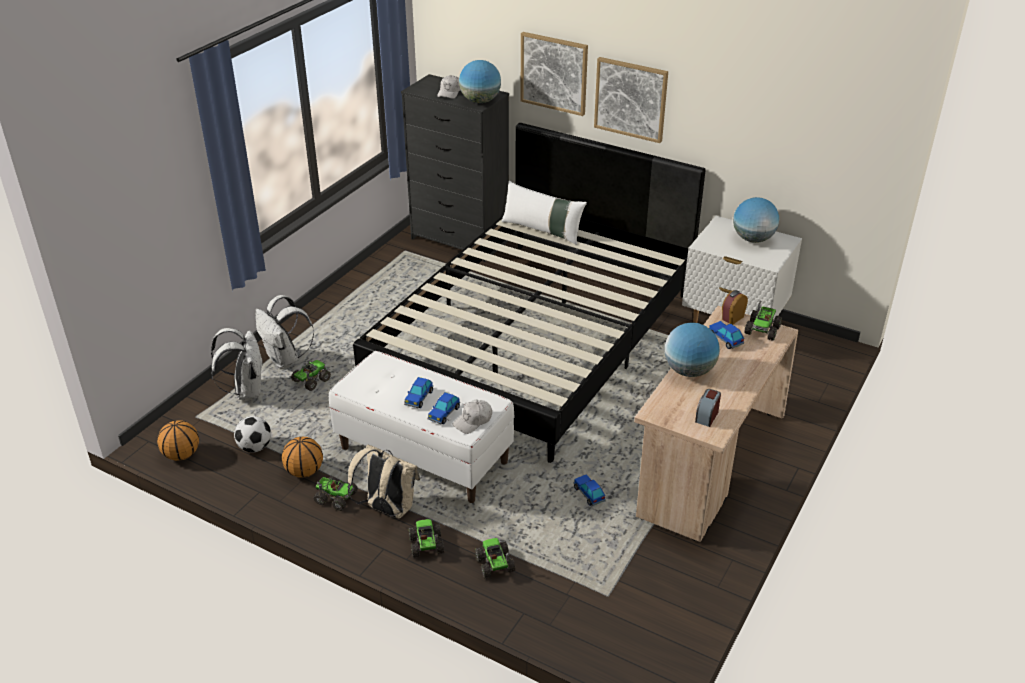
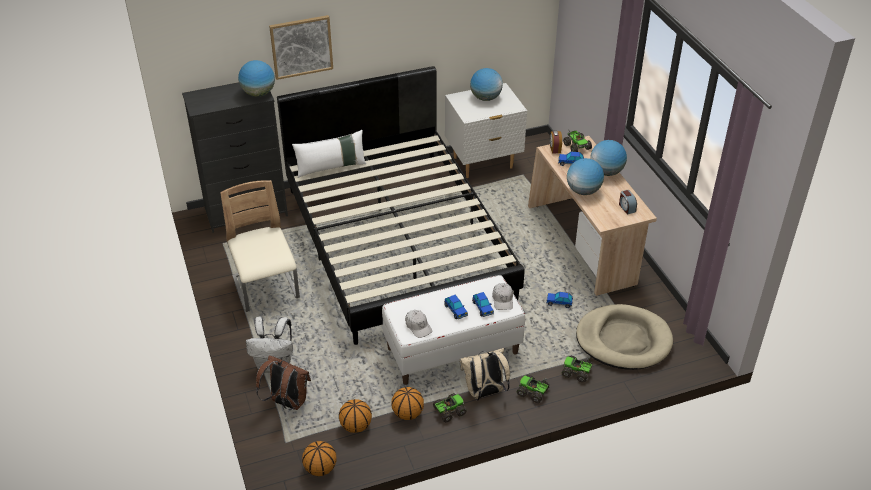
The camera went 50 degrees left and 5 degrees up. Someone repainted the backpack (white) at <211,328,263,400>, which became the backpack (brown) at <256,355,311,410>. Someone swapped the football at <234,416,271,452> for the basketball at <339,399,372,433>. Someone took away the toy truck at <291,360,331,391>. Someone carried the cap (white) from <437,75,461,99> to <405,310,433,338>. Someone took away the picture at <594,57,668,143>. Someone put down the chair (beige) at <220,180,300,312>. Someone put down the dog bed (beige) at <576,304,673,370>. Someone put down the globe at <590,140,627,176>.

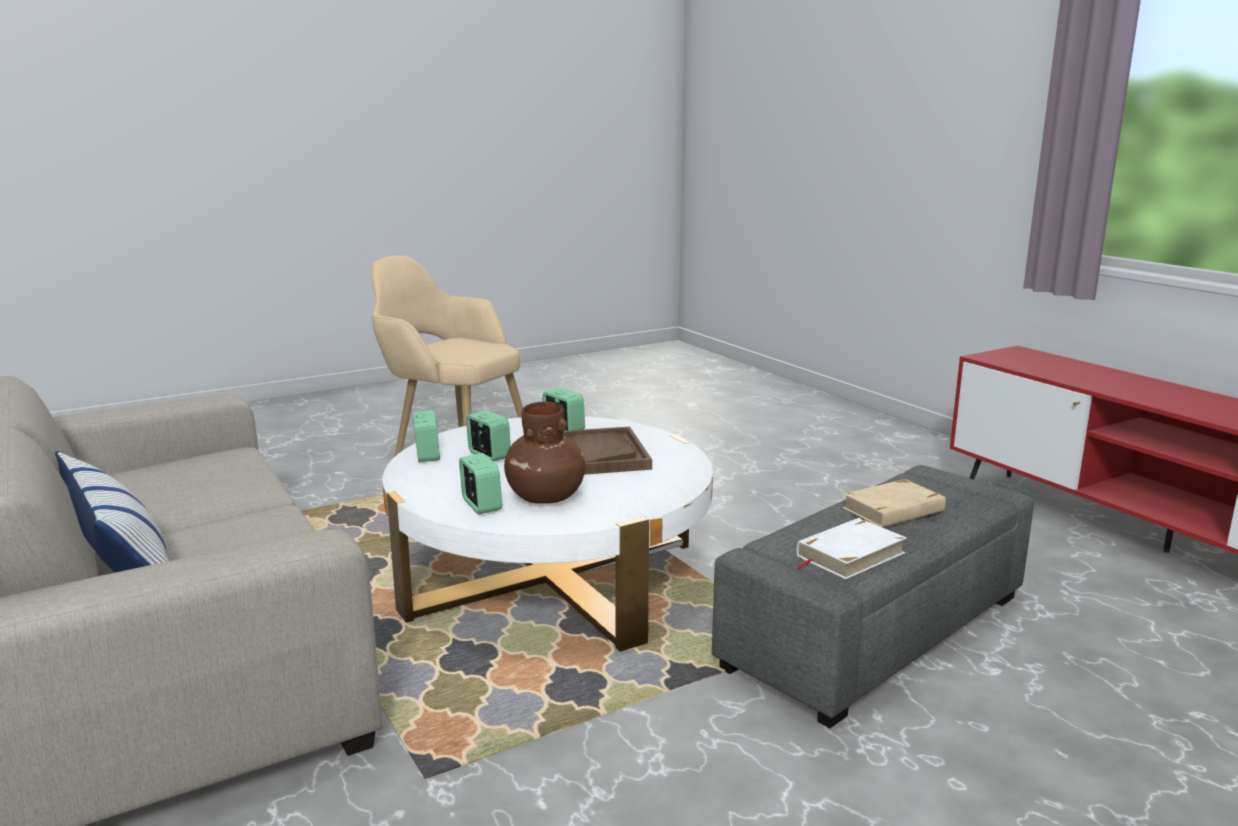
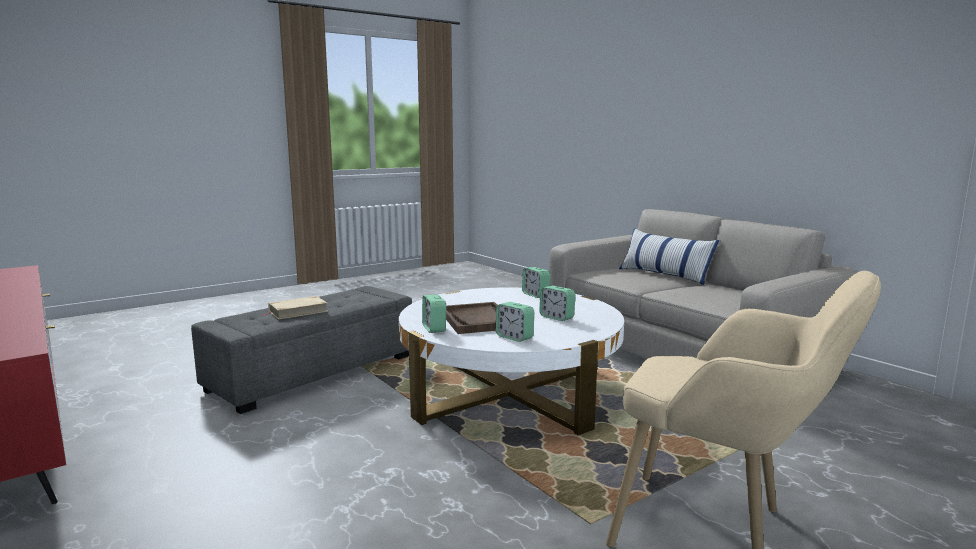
The camera went 175 degrees right and 5 degrees down. Someone carried the alarm clock from <413,410,440,462> to <422,295,446,333>. Someone took away the vase (brown) at <504,401,585,504>. Someone took away the book (white) at <796,518,907,579>.

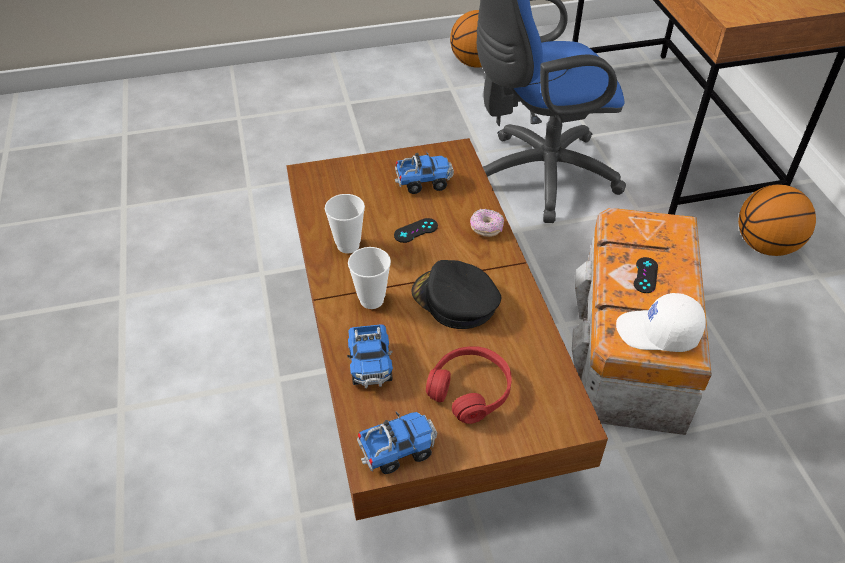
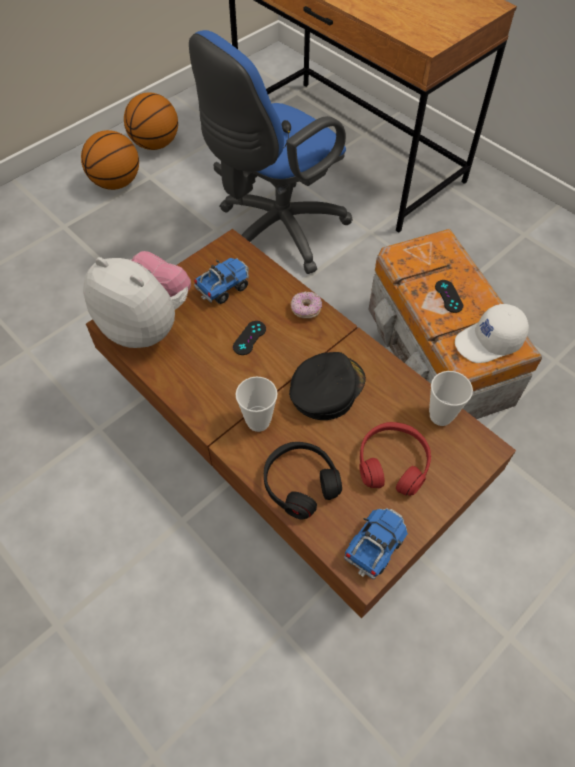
The camera went 30 degrees left and 10 degrees up. Someone carried the cup from <325,194,365,253> to <429,371,473,426>. Someone swapped the toy truck at <347,324,393,388> for the headphones (black) at <264,442,342,520>. Someone rotated the cap (black) at <411,260,501,329> by 120 degrees clockwise. Someone carried the basketball from <738,185,816,256> to <81,130,139,190>. Someone put down the plush toy at <83,251,191,348>.

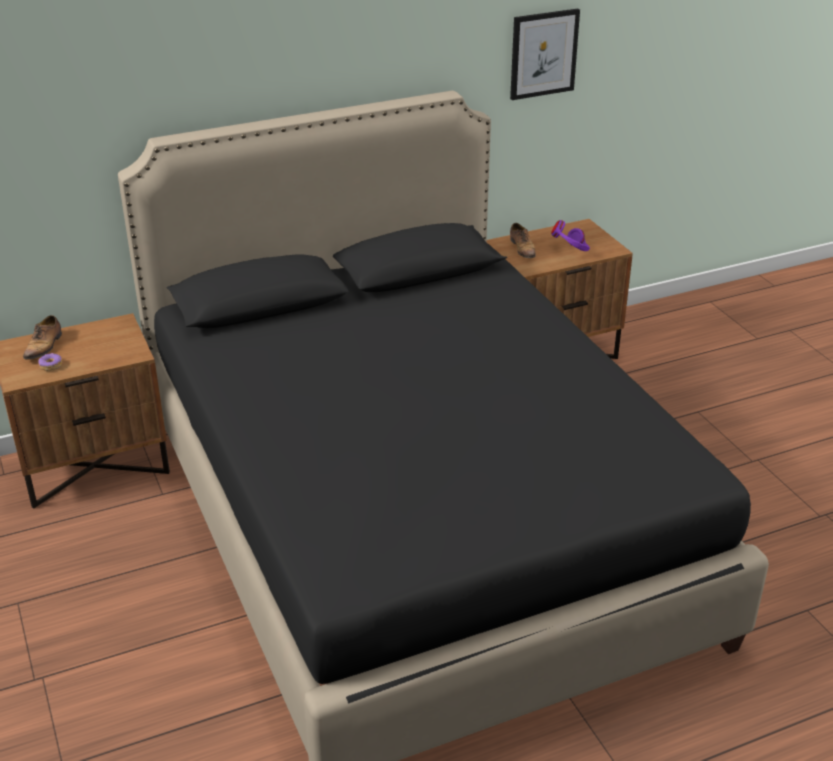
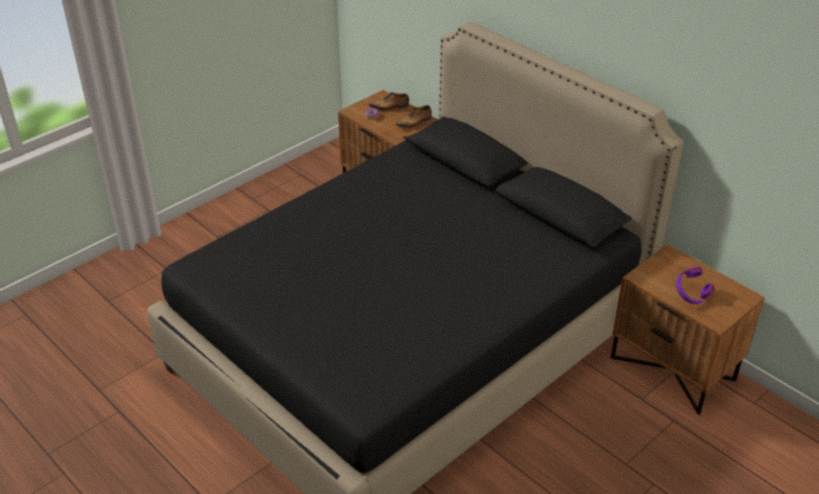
The camera went 70 degrees right and 5 degrees up. Someone took away the picture at <510,8,580,100>. Someone carried the shoe from <510,223,536,258> to <396,105,432,128>.

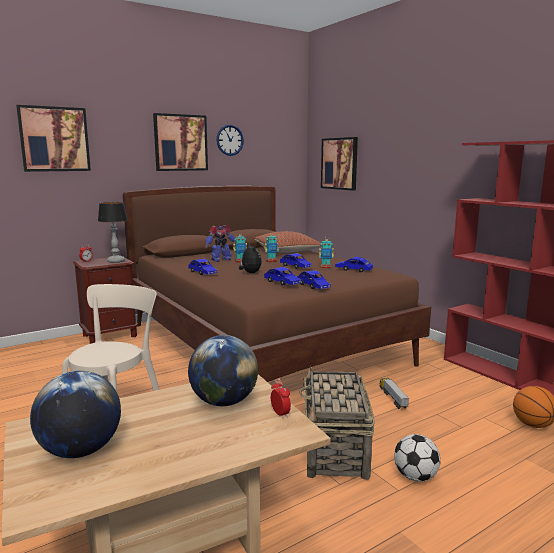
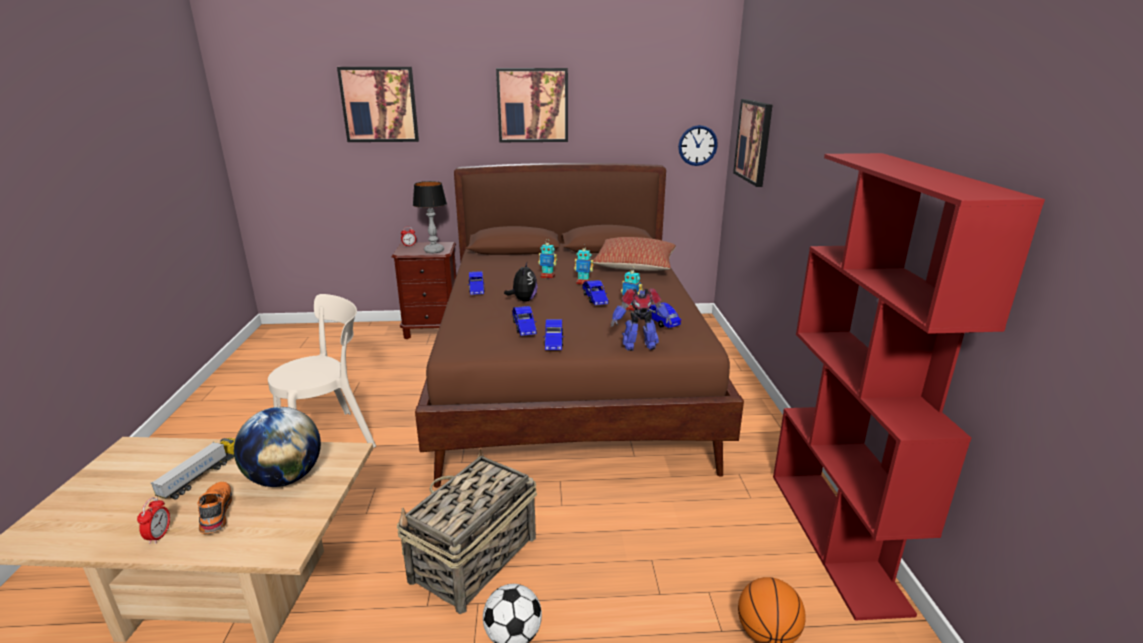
The camera went 30 degrees right and 10 degrees up. Someone took away the globe at <30,371,121,458>. Someone carried the toy robot from <205,225,236,262> to <611,288,672,351>. Someone carried the wall clock from <217,125,244,156> to <678,125,718,166>. Someone carried the alarm clock from <271,379,291,418> to <137,497,170,544>. Someone carried the toy truck from <379,378,409,409> to <151,438,235,500>. Someone put down the shoe (orange) at <197,482,232,534>.

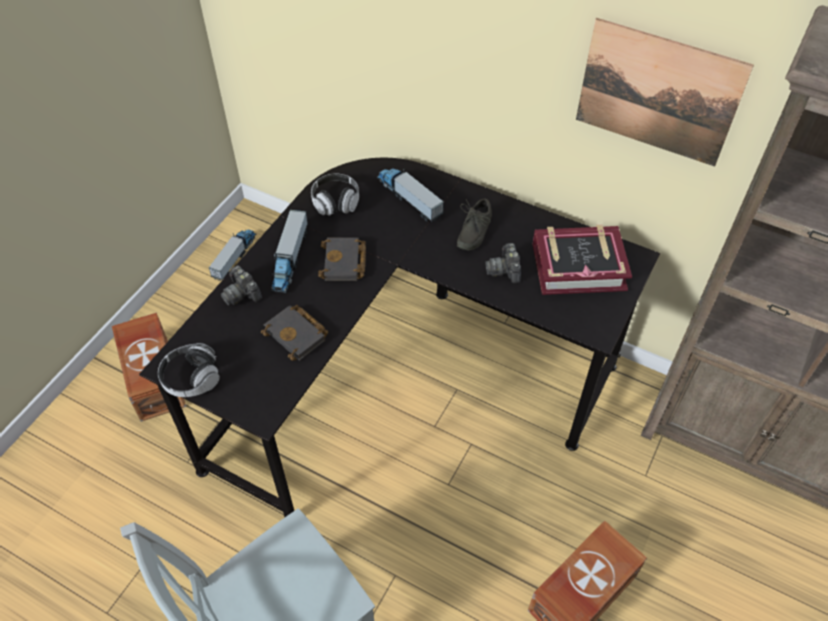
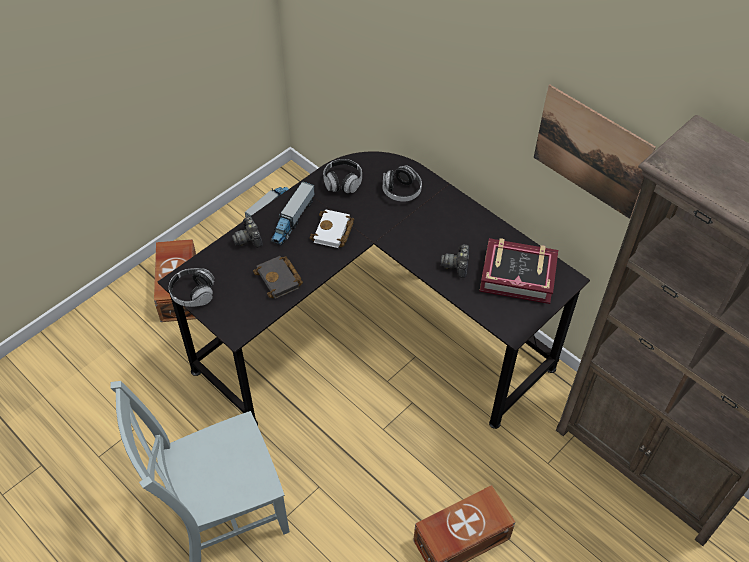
The camera went 15 degrees right and 0 degrees up. Someone repainted the book (black) at <318,237,366,281>, which became the book (white) at <309,209,354,248>. Someone swapped the toy truck at <377,168,444,222> for the headphones at <383,165,422,202>. Someone took away the shoe (grey) at <457,199,492,251>.

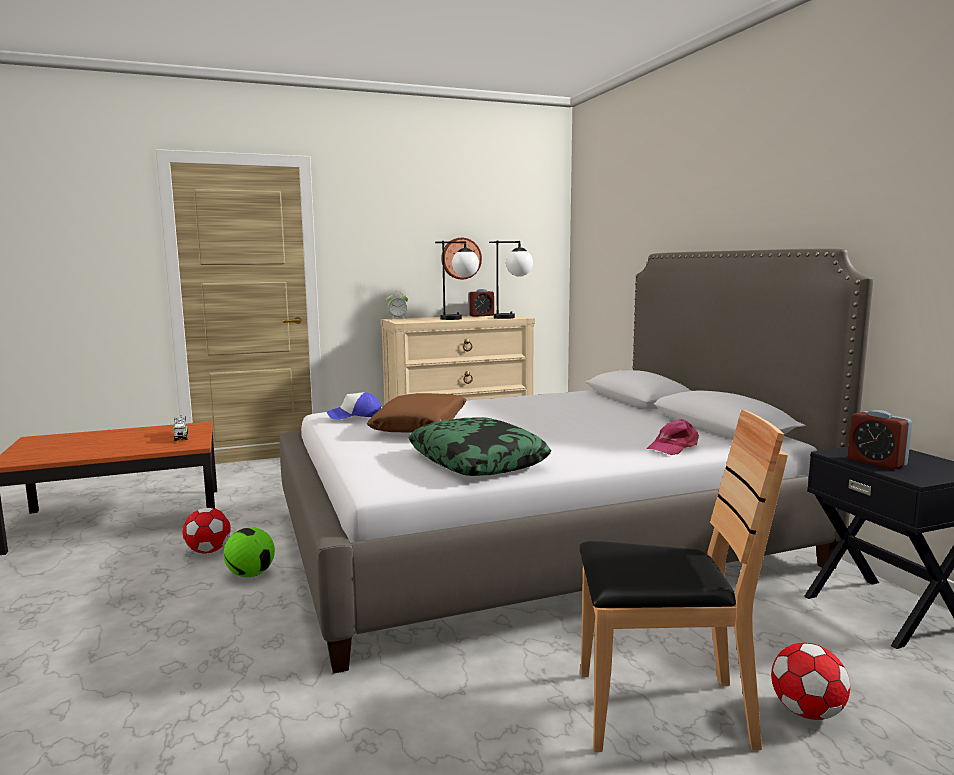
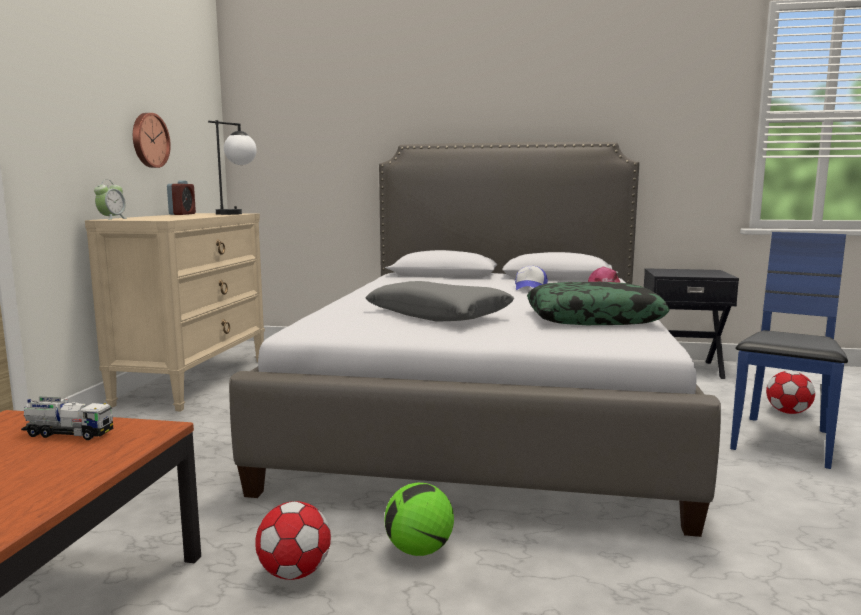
The camera went 60 degrees left and 0 degrees up. Someone carried the cap from <327,392,381,420> to <515,266,548,290>. Someone repainted the pillow (brown) at <367,393,467,432>, which became the pillow (grey) at <365,281,514,322>. Someone took away the table lamp at <435,241,479,320>. Someone repainted the chair (brown) at <579,409,788,752>, which became the chair (blue) at <730,232,848,469>. Someone took away the alarm clock at <848,410,912,469>.

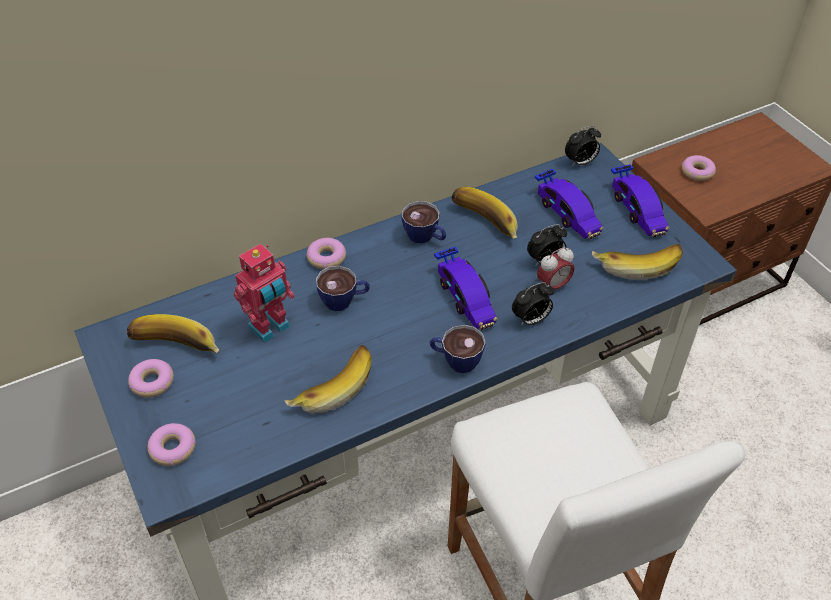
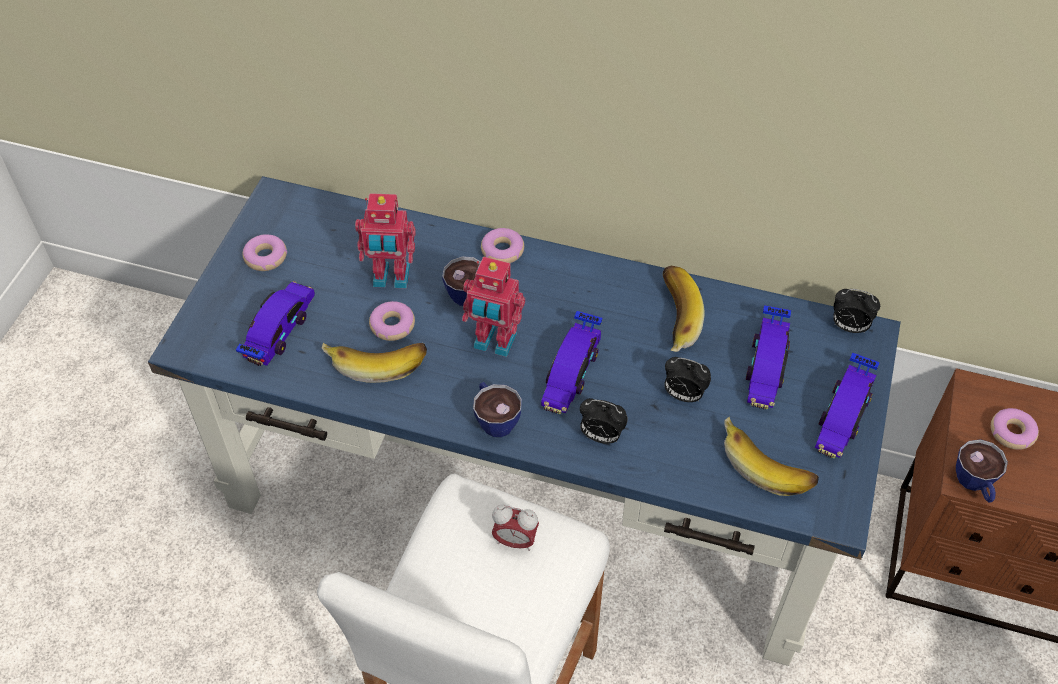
The camera went 45 degrees right and 5 degrees up. Someone took away the banana at <127,314,219,353>. Someone carried the donut from <148,423,196,466> to <369,301,415,341>. Someone carried the cup from <401,201,446,244> to <956,439,1008,503>. Someone carried the alarm clock from <537,247,575,290> to <492,504,539,551>. Someone put down the toy car at <236,281,315,366>. Someone put down the toy robot at <462,257,525,357>.

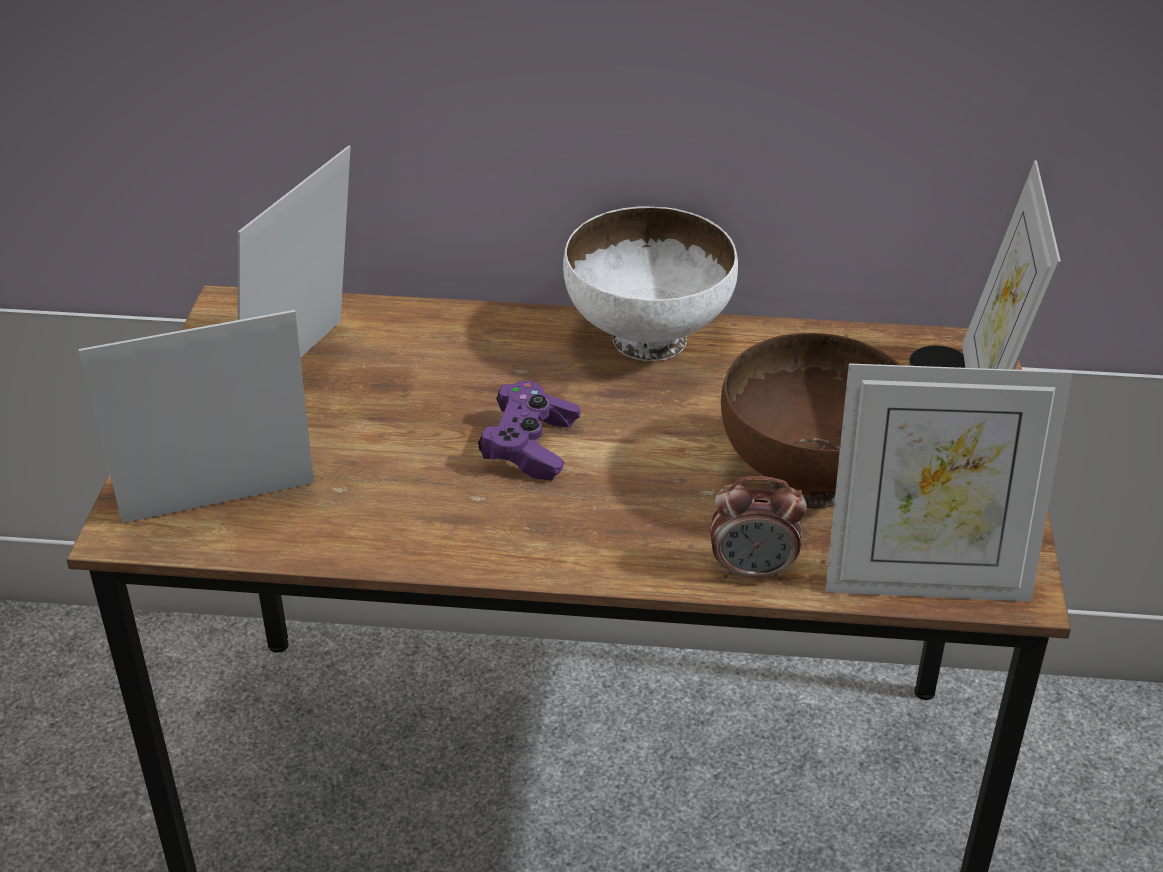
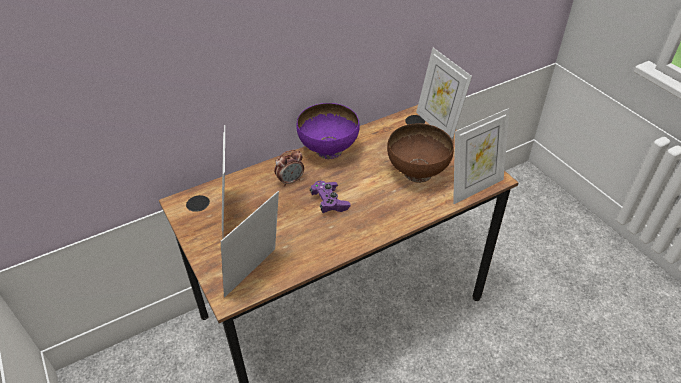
The camera went 35 degrees left and 5 degrees up. Someone repainted the bowl (white) at <563,206,738,361>, which became the bowl (purple) at <296,103,360,159>. Someone carried the alarm clock from <711,476,807,581> to <274,149,304,187>.

